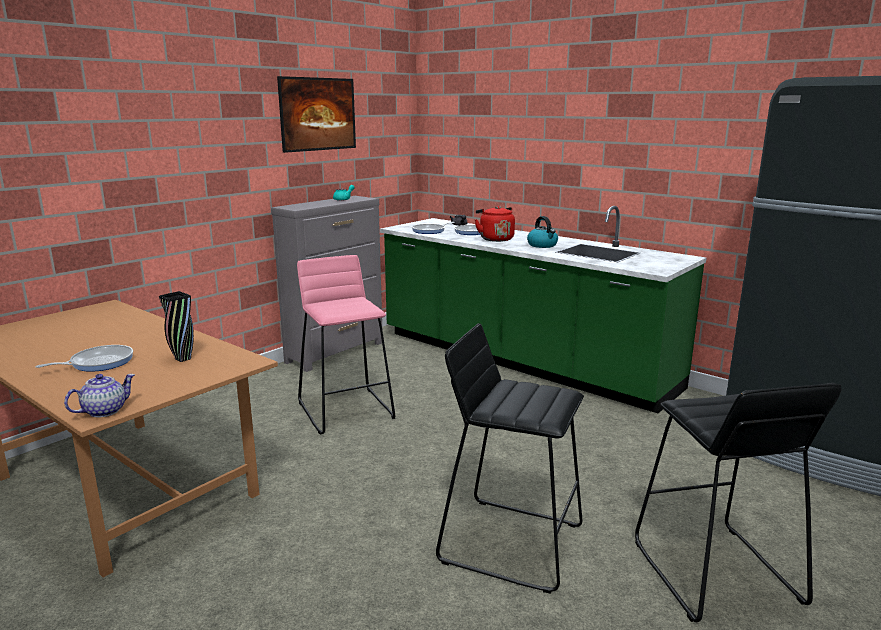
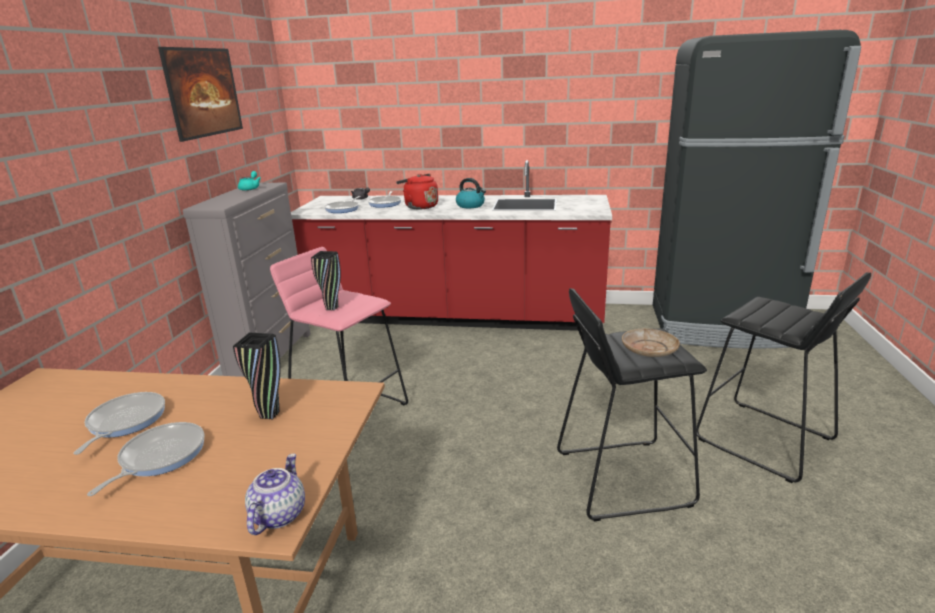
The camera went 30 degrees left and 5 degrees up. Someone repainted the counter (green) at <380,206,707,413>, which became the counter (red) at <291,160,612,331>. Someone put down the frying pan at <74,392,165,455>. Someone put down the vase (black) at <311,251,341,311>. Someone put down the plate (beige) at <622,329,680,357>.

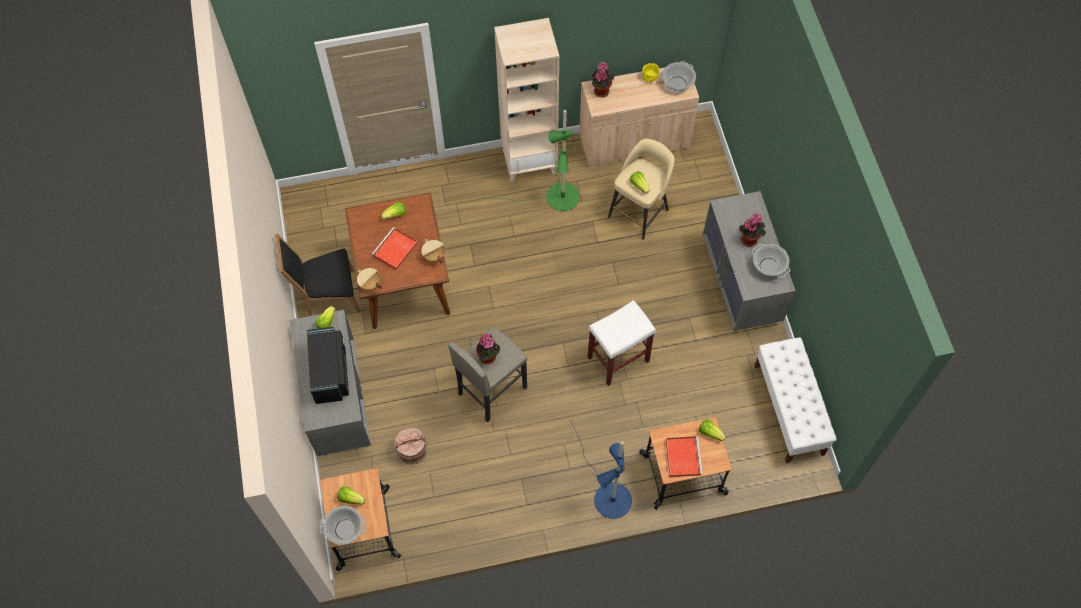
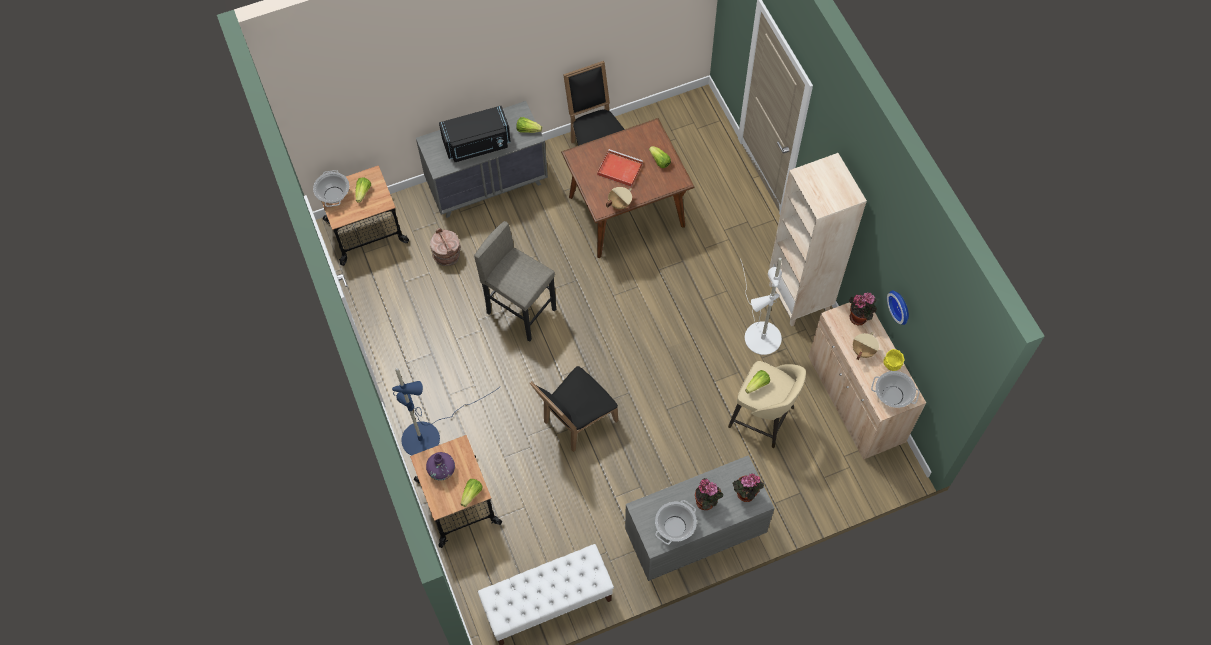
The camera went 80 degrees right and 0 degrees up. Someone carried the cooking pot (beige) from <357,268,382,291> to <853,332,879,360>. Someone carried the potted plant from <476,334,500,364> to <732,474,764,502>. Someone repainted the floor lamp (green) at <479,110,580,211>, which became the floor lamp (white) at <740,258,782,355>. Someone swapped the stool (white) at <587,300,656,386> for the chair (black) at <530,366,618,452>. Someone swapped the tray (red) at <666,436,703,477> for the vase (purple) at <426,452,455,480>. Someone put up the wall clock at <887,291,909,325>.

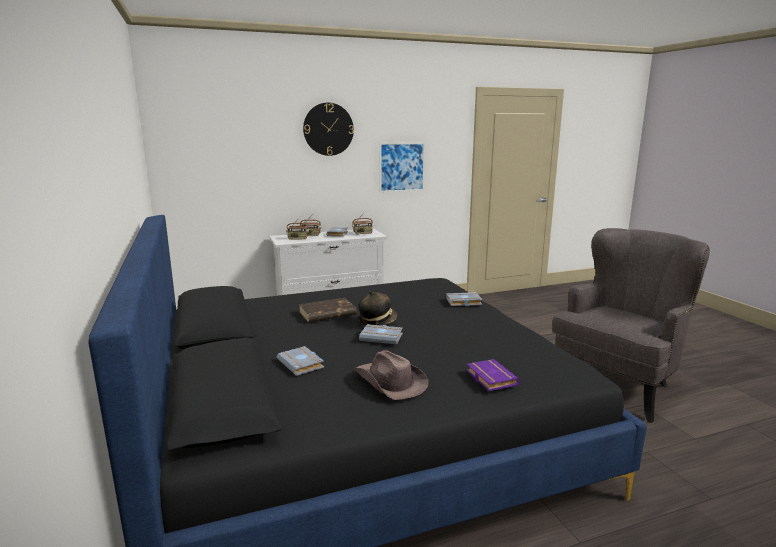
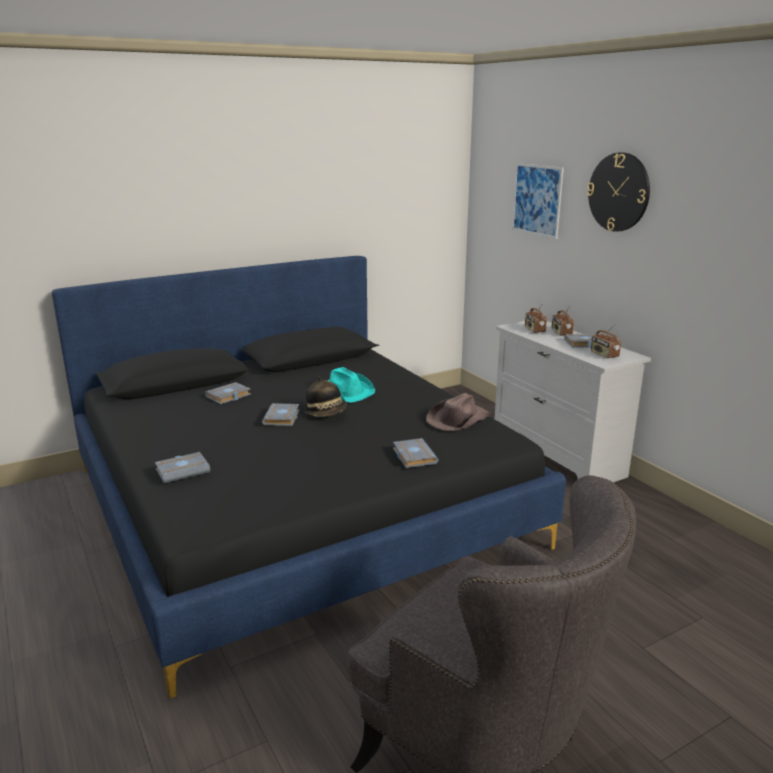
The camera went 80 degrees right and 5 degrees up. Someone swapped the book (brown) at <299,298,357,322> for the hat (turquoise) at <327,367,375,403>. Someone carried the hat (brown) from <354,350,428,400> to <426,393,491,431>. Someone carried the picture from <379,142,425,193> to <512,163,564,239>. Someone repainted the book (purple) at <466,359,520,391>, which became the book (grey) at <155,452,210,483>.

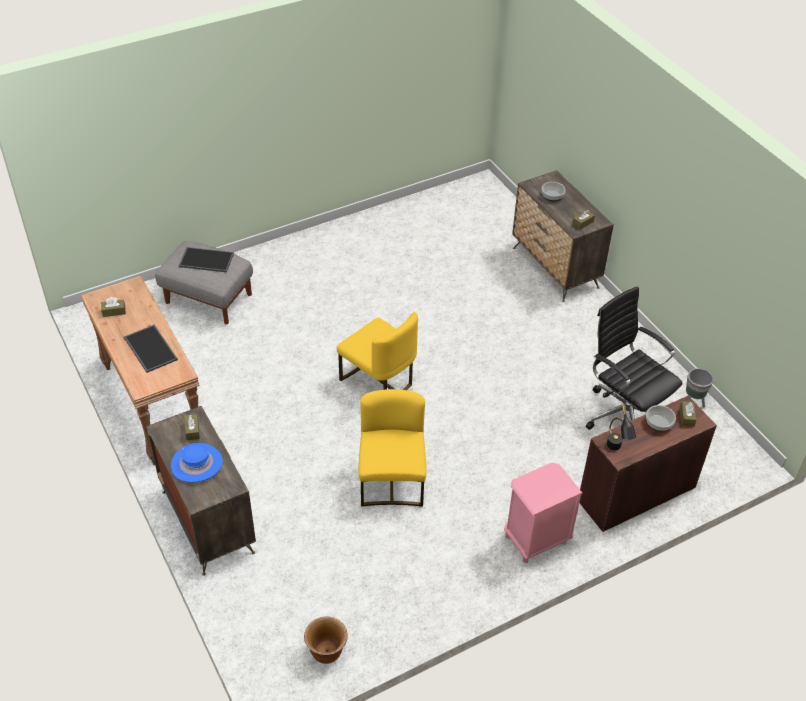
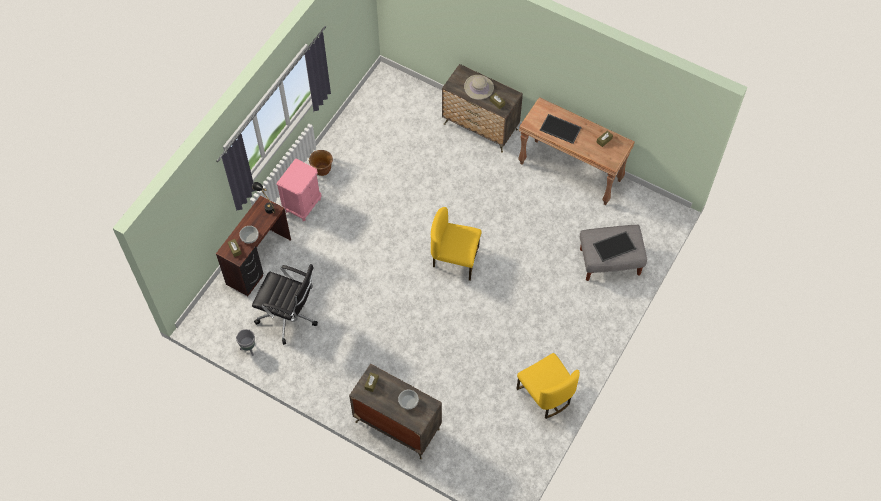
The camera went 150 degrees right and 15 degrees up. Someone repainted the hat (blue) at <171,443,223,483>, which became the hat (beige) at <464,75,494,100>. Someone carried the planter (brown) from <304,617,348,664> to <309,150,333,176>. Someone carried the chair (yellow) from <358,389,427,507> to <517,353,580,419>.

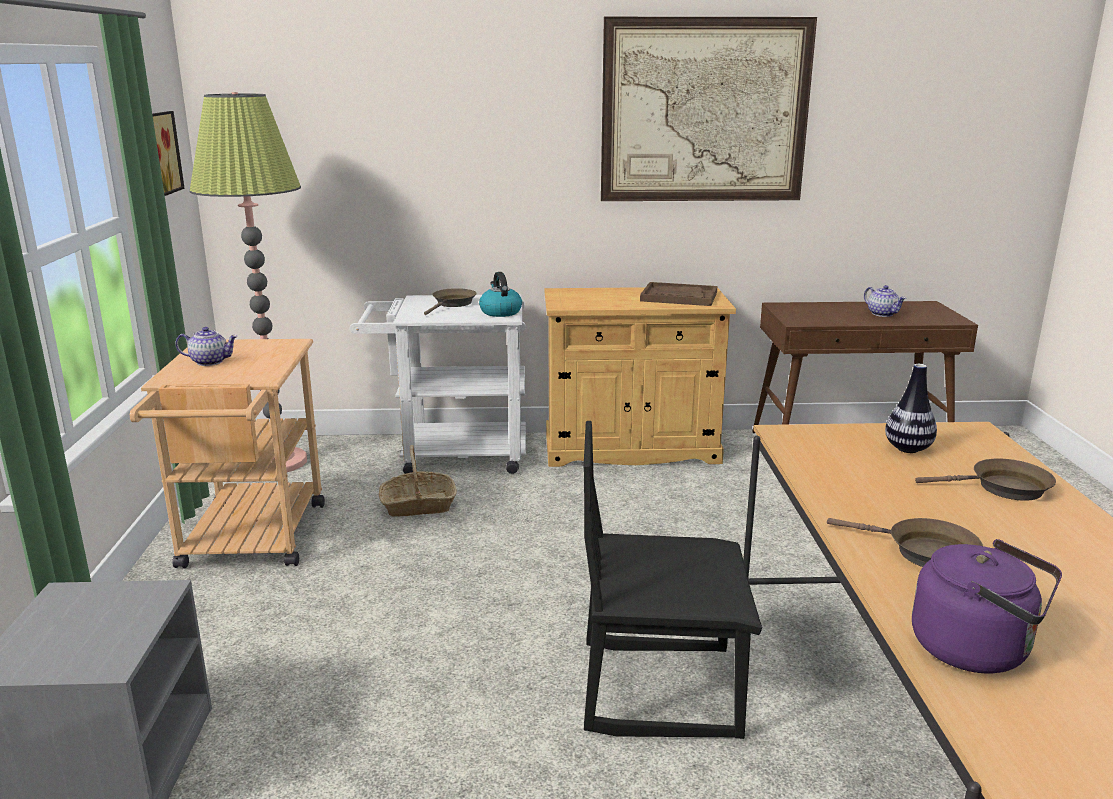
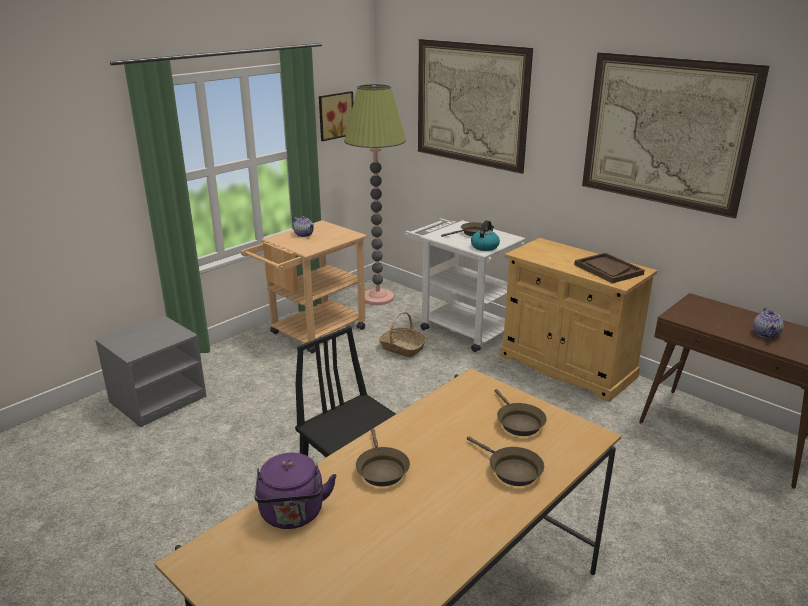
The camera went 45 degrees right and 5 degrees up. Someone swapped the vase at <885,364,937,453> for the frying pan (brown) at <495,389,547,436>. Someone put up the picture at <418,39,533,174>.

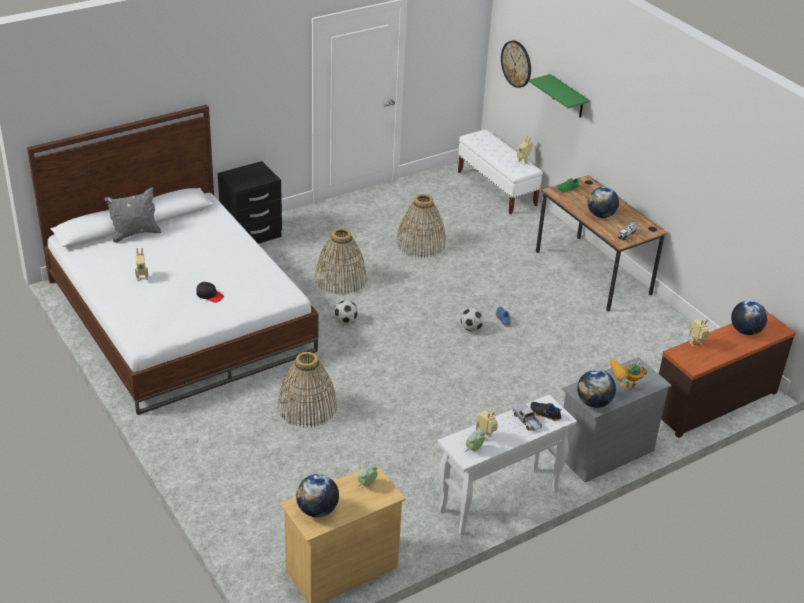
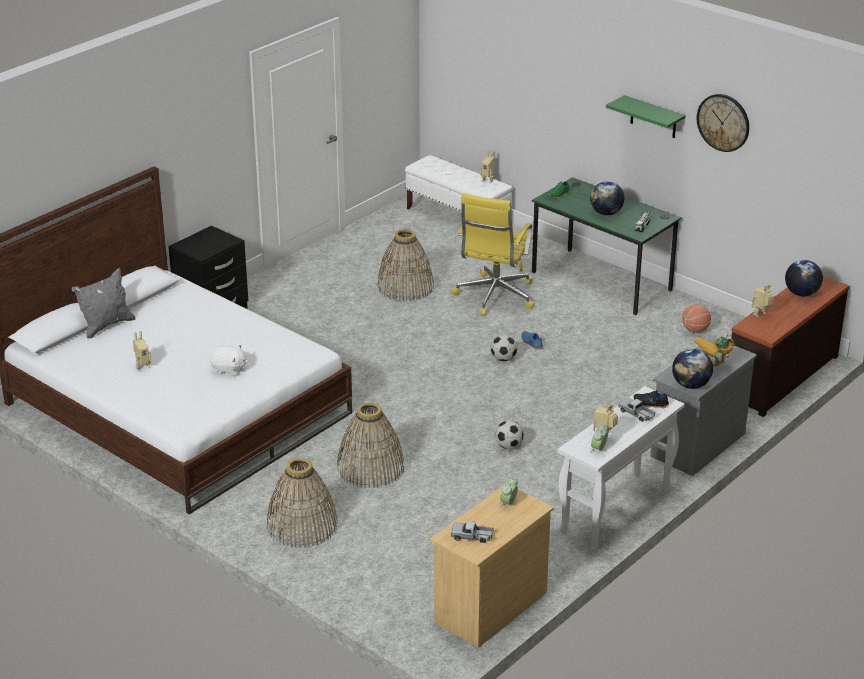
The camera went 15 degrees left and 5 degrees down. Someone swapped the cap (black) at <196,282,224,303> for the plush toy (white) at <210,345,248,376>. Someone swapped the globe at <296,474,339,517> for the toy truck at <451,521,494,543>. Someone carried the basket from <315,228,367,295> to <267,458,338,548>. Someone carried the football from <334,300,358,324> to <495,420,524,449>. Someone carried the wall clock from <501,40,531,88> to <697,94,749,152>. Someone carried the shelf (green) from <529,74,590,118> to <606,95,686,138>. Someone repainted the desk (brown) at <536,175,668,312>, which became the desk (green) at <532,177,681,315>. Someone put down the office chair (yellow) at <451,193,534,316>. Someone put down the basketball at <682,304,711,333>.

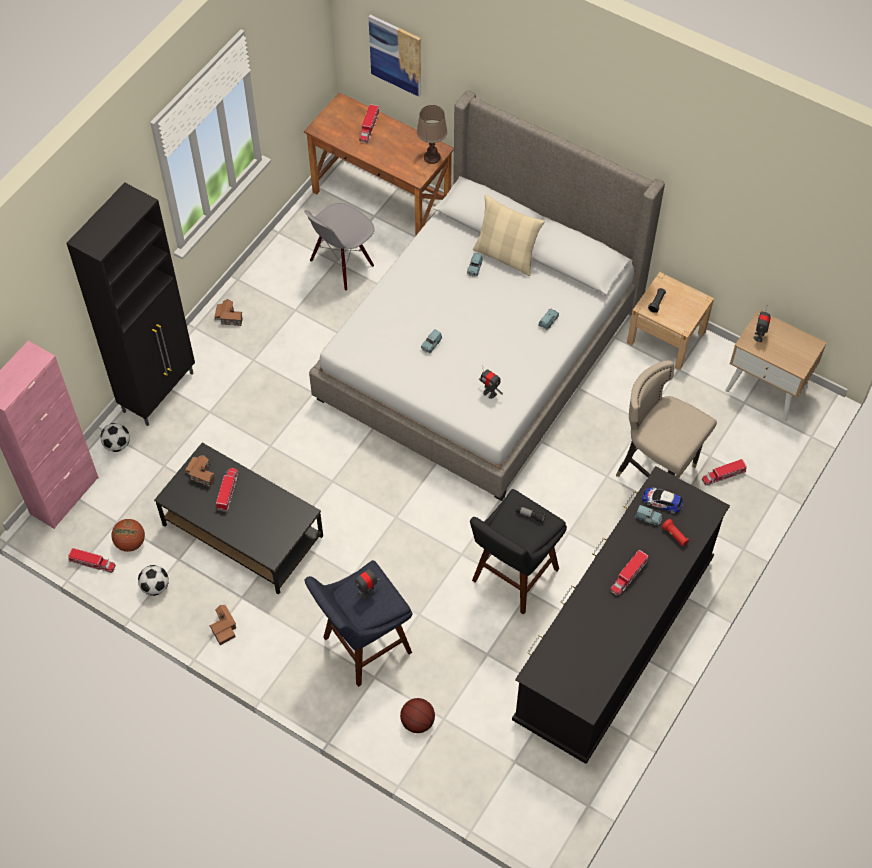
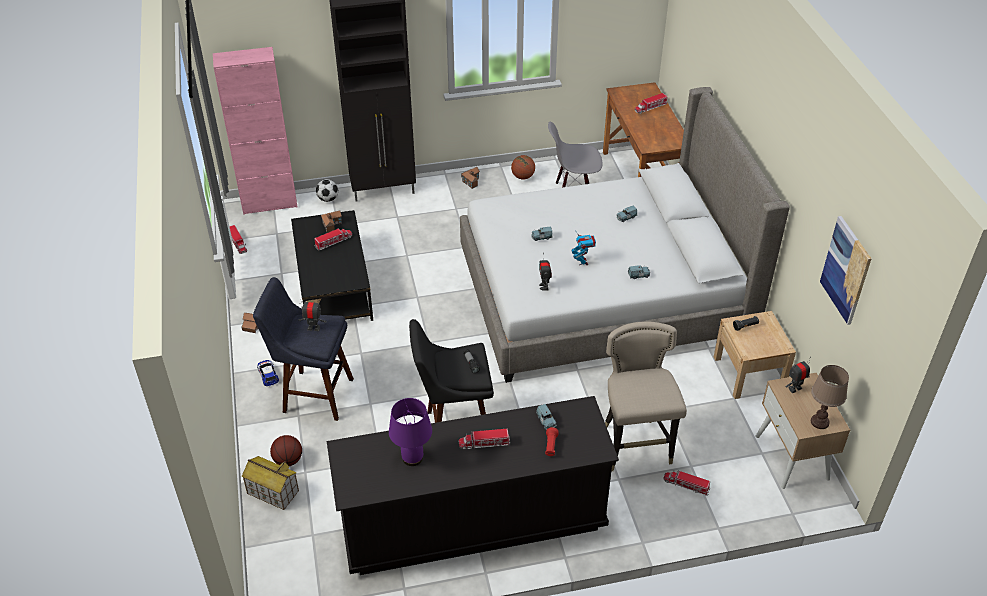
The camera went 45 degrees right and 15 degrees down. Someone carried the basketball from <111,519,145,552> to <511,155,535,179>. Someone took away the football at <138,565,169,596>. Someone carried the picture from <368,15,421,97> to <820,216,872,325>. Someone carried the table lamp (brown) from <417,105,448,164> to <811,365,849,429>. Someone took away the pillow (beige) at <473,194,545,276>. Someone carried the toy car from <642,487,683,514> to <257,360,279,386>. Someone put down the toy house at <241,456,299,510>. Someone put down the table lamp (purple) at <389,398,432,466>. Someone put down the toy robot at <571,233,596,265>.

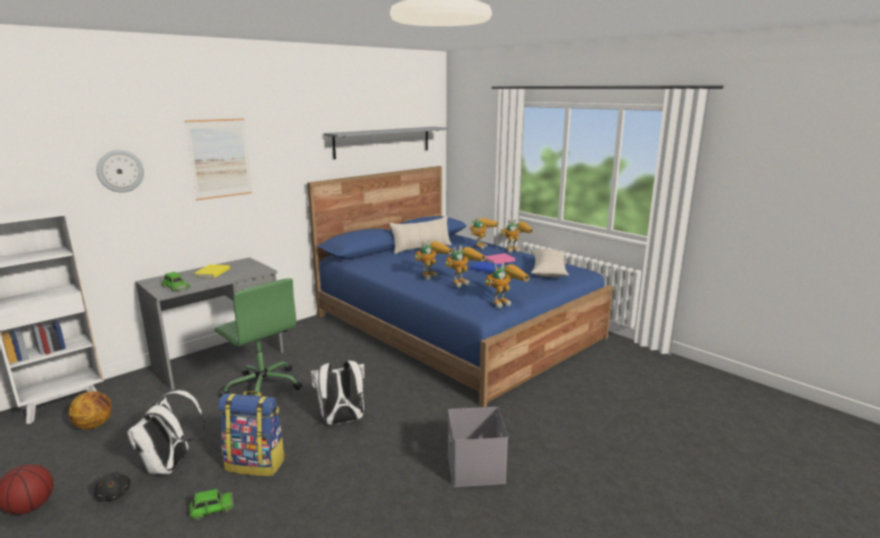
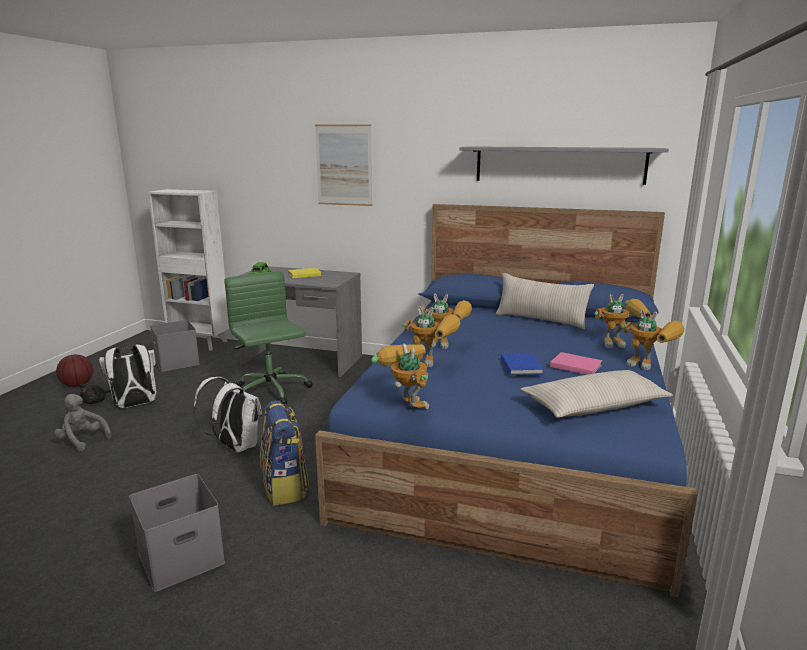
The camera went 60 degrees right and 0 degrees up. Someone swapped the basketball at <68,391,112,430> for the storage box (grey) at <150,320,200,372>. Someone took away the wall clock at <97,150,144,192>. Someone swapped the toy car (green) at <189,489,234,521> for the plush toy (grey) at <54,394,111,451>. Someone rotated the office chair (green) at <215,278,302,398> by 135 degrees clockwise. Someone carried the backpack from <218,391,285,476> to <260,400,309,506>. Someone rotated the toy robot at <485,263,530,308> by 150 degrees counterclockwise.

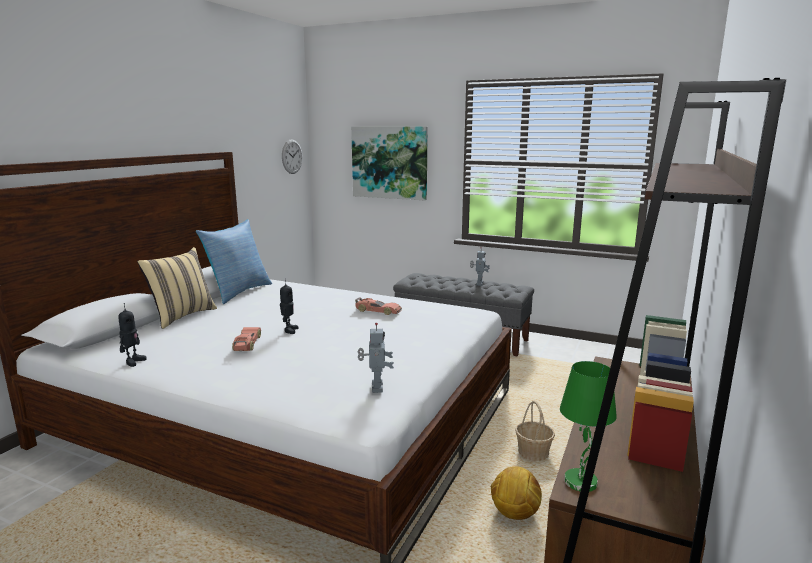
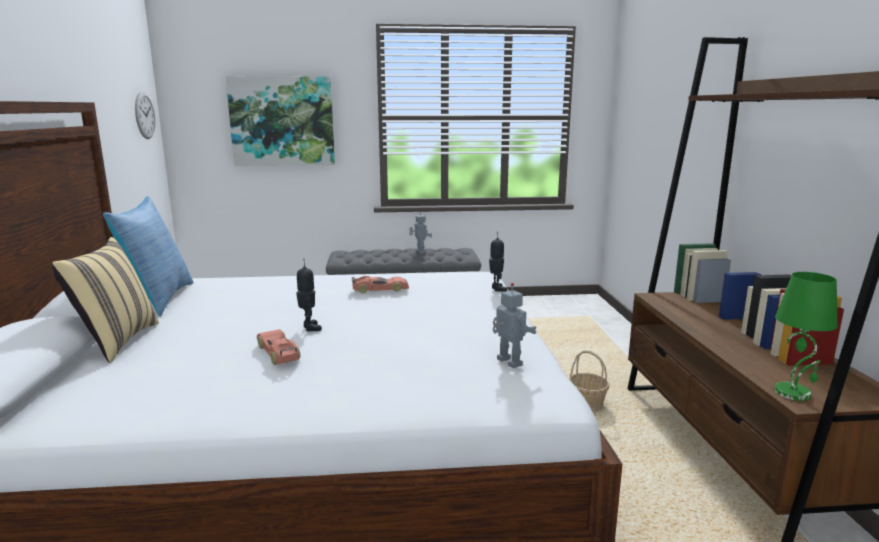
The camera went 30 degrees left and 0 degrees up. Someone carried the toy robot from <118,303,147,367> to <489,234,507,292>. Someone took away the football at <490,466,542,520>.

